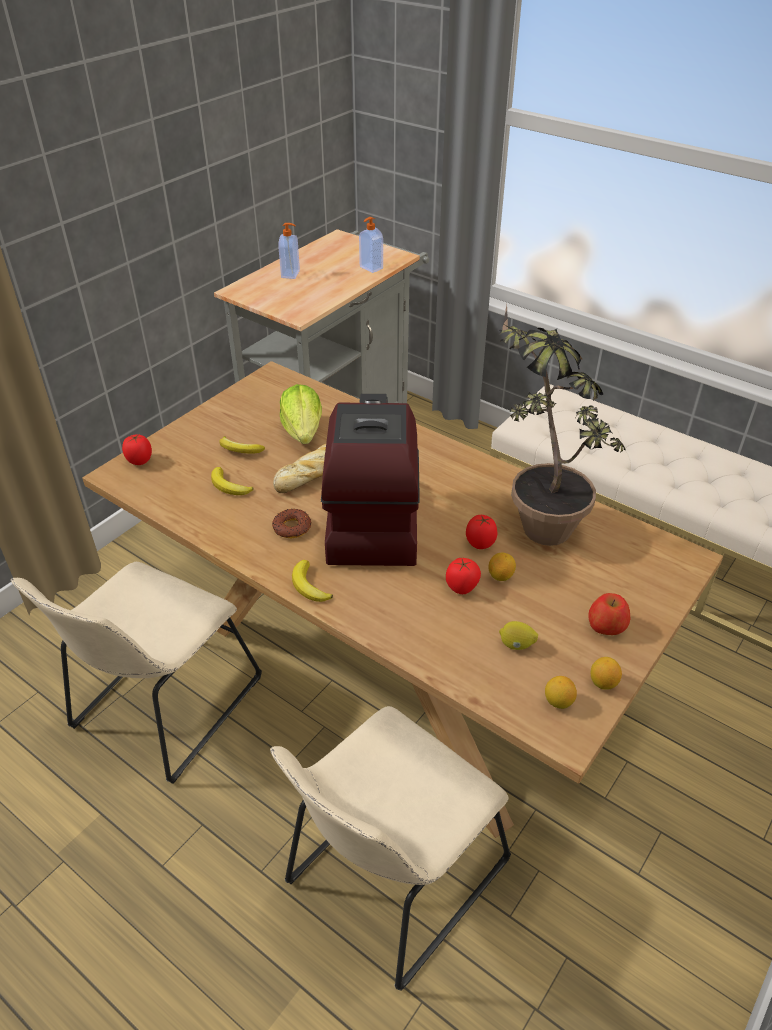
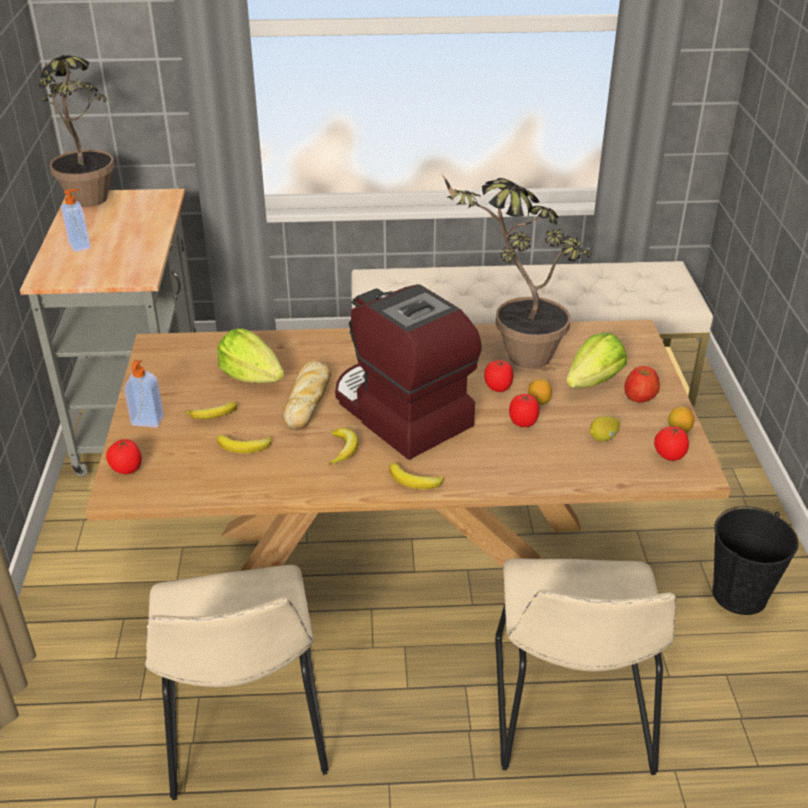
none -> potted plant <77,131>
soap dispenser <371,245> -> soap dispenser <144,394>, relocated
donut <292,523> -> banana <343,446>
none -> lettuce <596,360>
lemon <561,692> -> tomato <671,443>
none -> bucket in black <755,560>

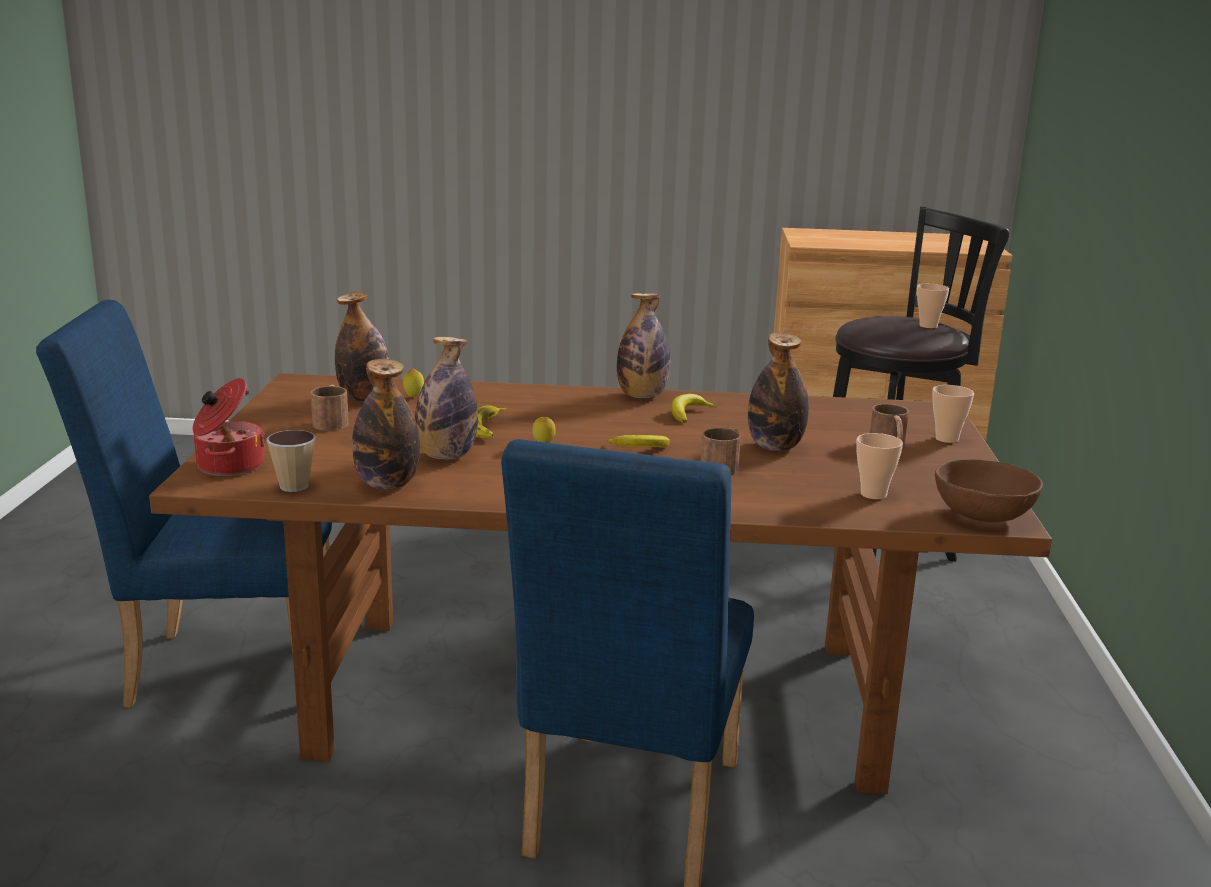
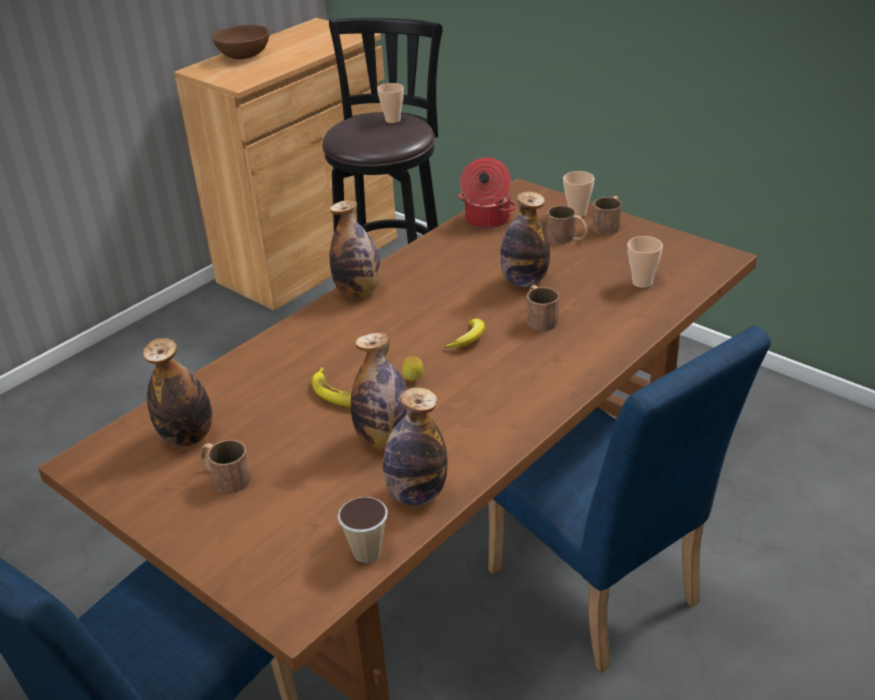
bowl in brown <989,490> -> bowl in brown <241,42>, relocated
cooking pot <229,427> -> cooking pot <487,193>, relocated
none -> mug in brown <607,215>
lemon <413,382> -> none
banana <694,408> -> none

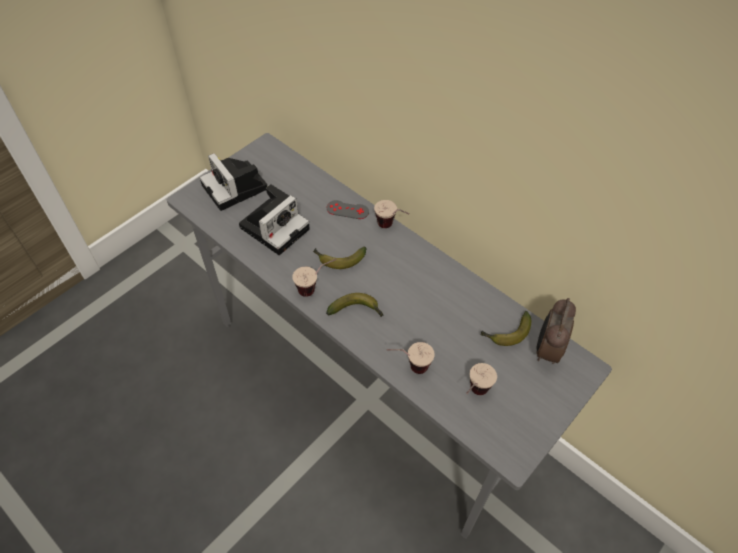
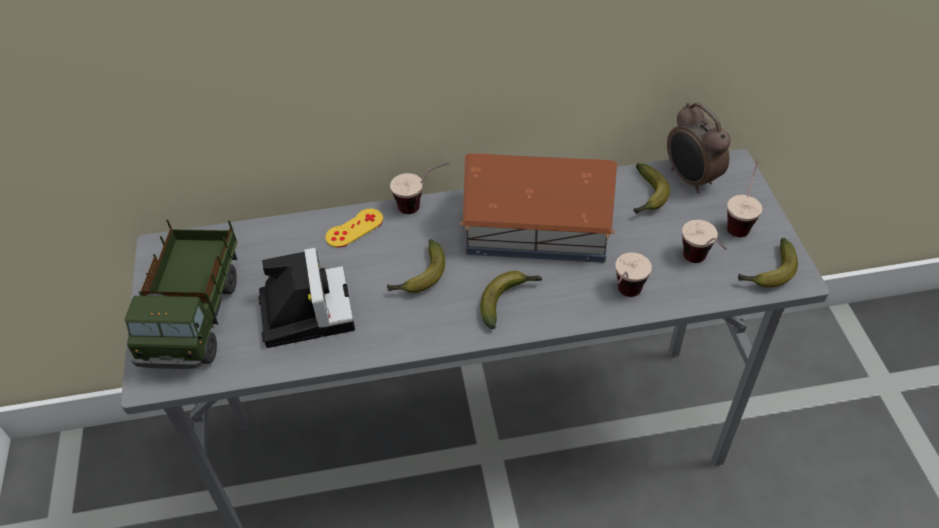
photo camera <234,182> -> toy truck <181,294>
game controller in grey <347,209> -> game controller in yellow <354,228>
none -> toy house <538,208>
cup <314,278> -> cup <744,198>, relocated
none -> banana <768,263>

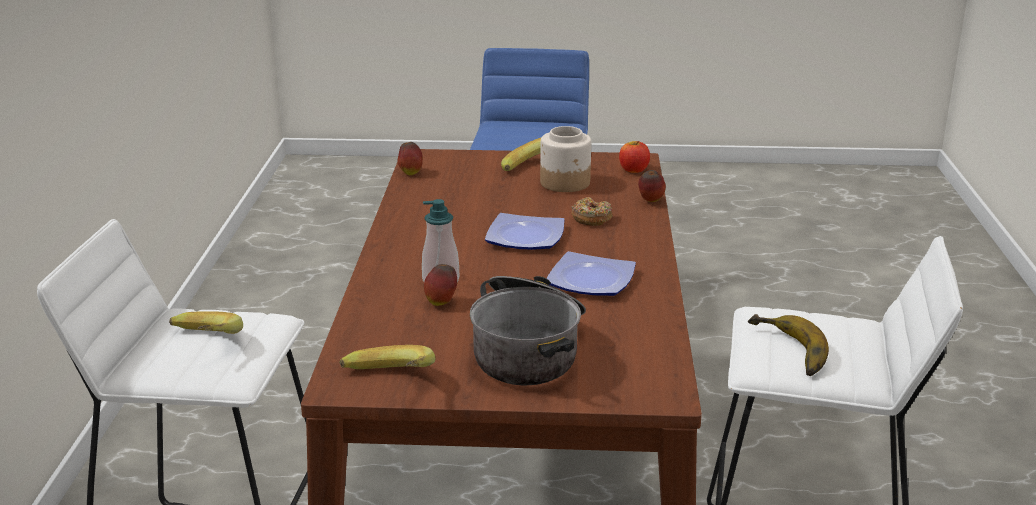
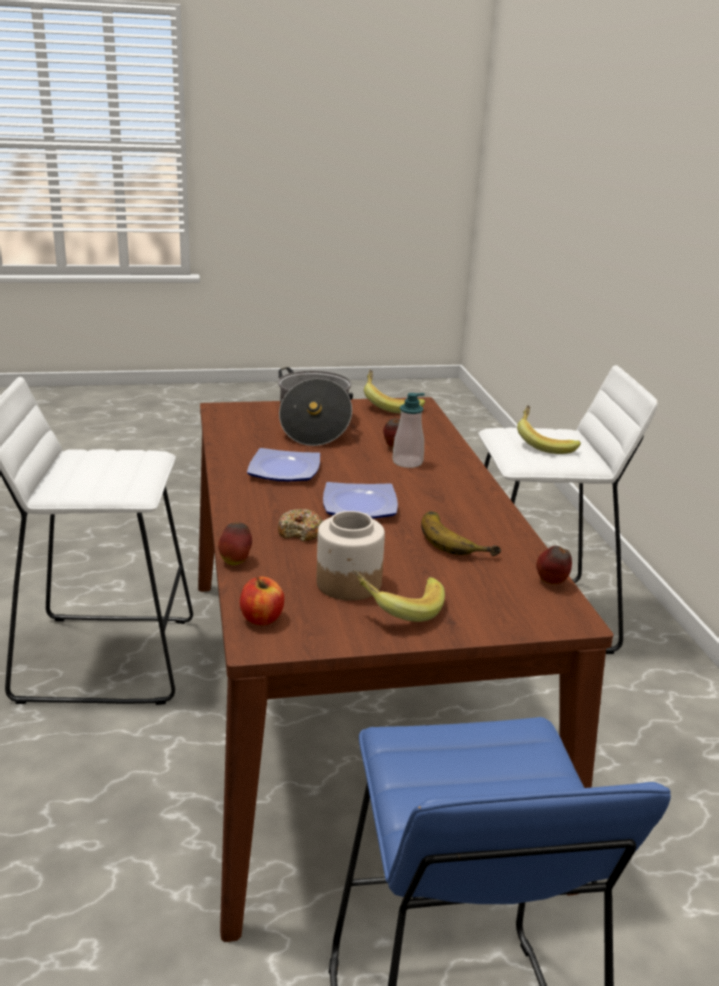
banana <788,345> -> banana <461,533>, relocated

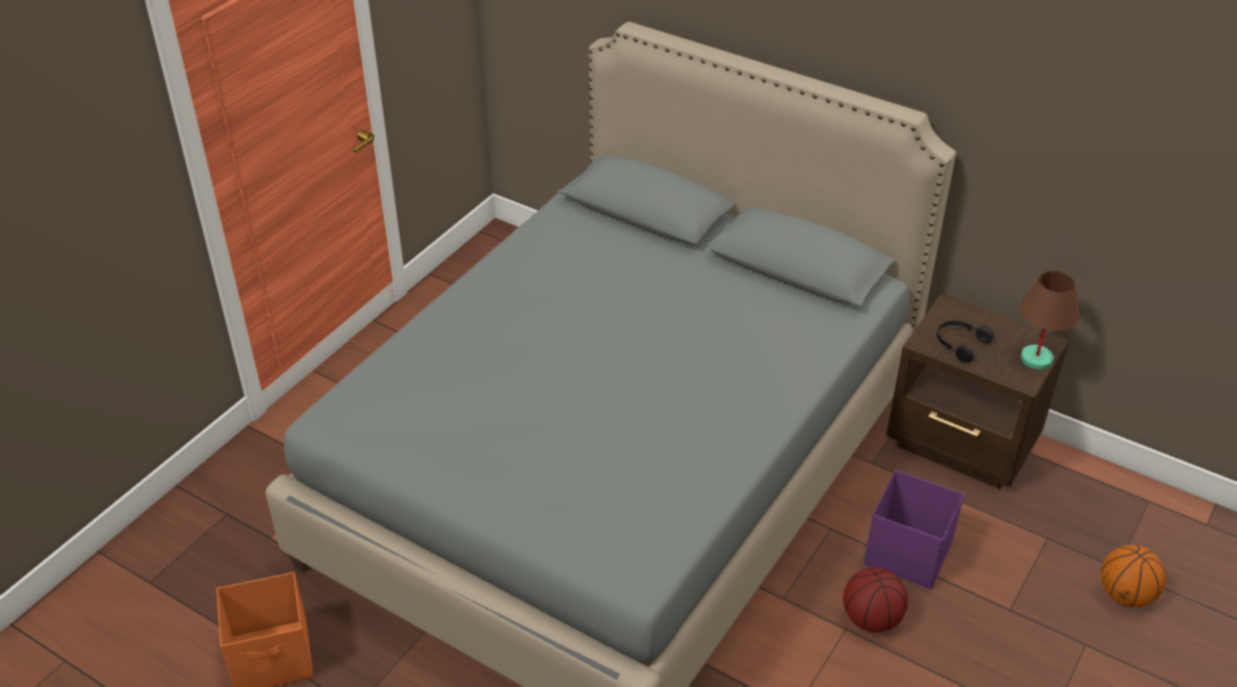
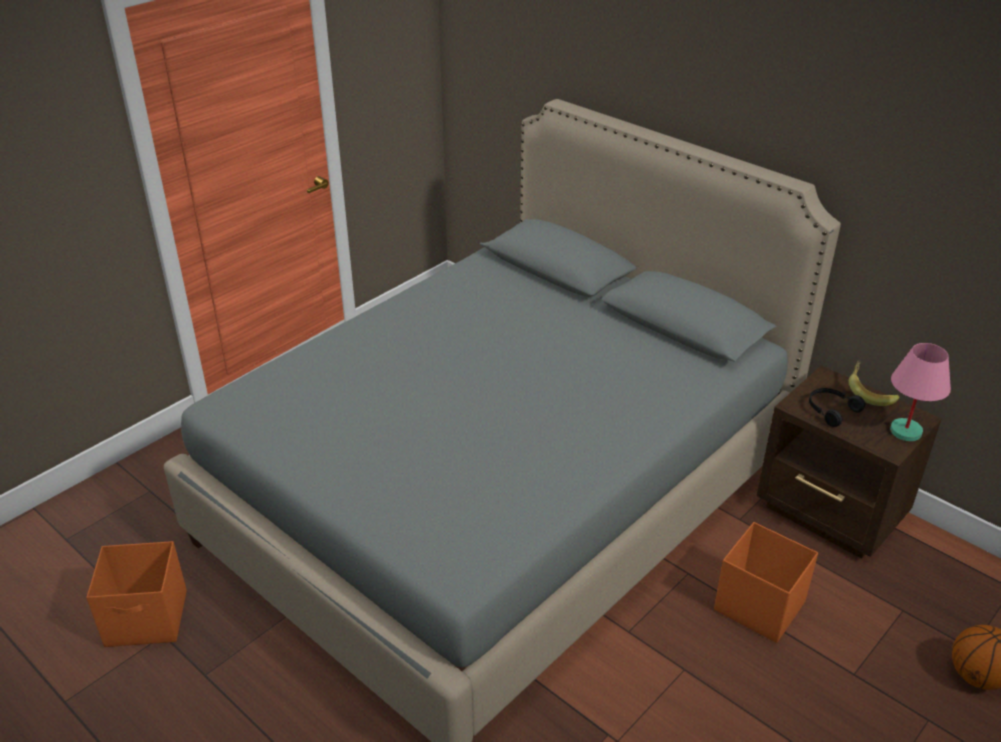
storage box in purple <914,529> -> storage box in orange <766,582>
none -> banana <874,383>
table lamp in brown <1049,320> -> table lamp in pink <920,392>
basketball <875,599> -> none

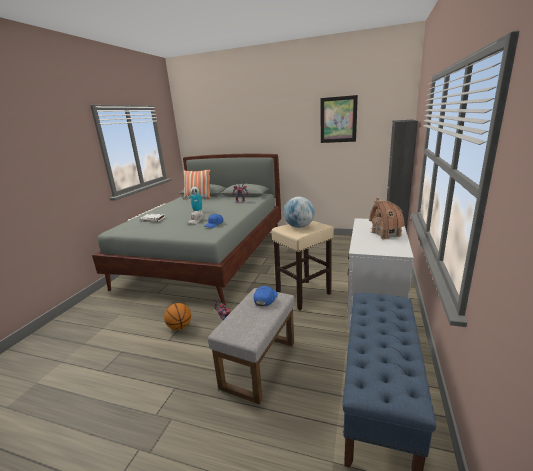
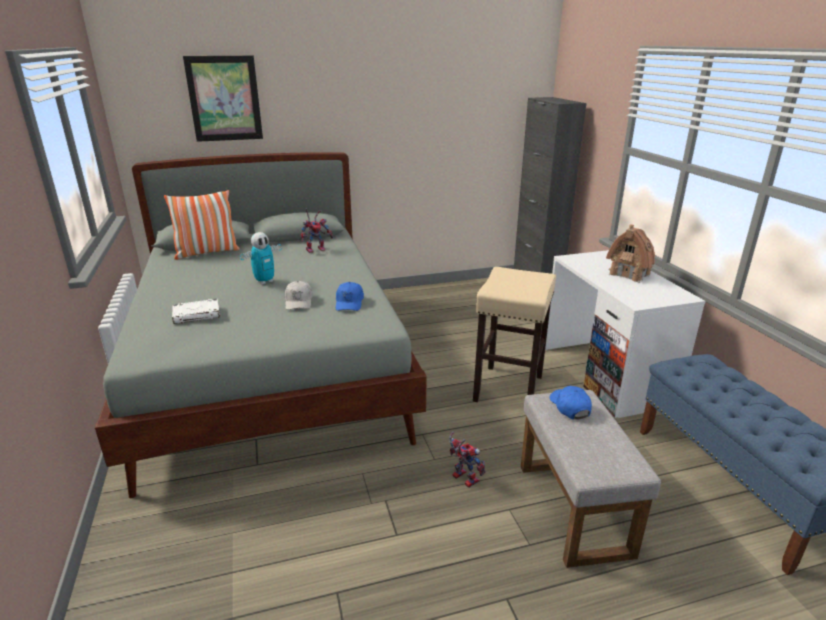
picture <339,119> -> picture <223,99>, relocated
basketball <177,316> -> none
globe <299,212> -> none

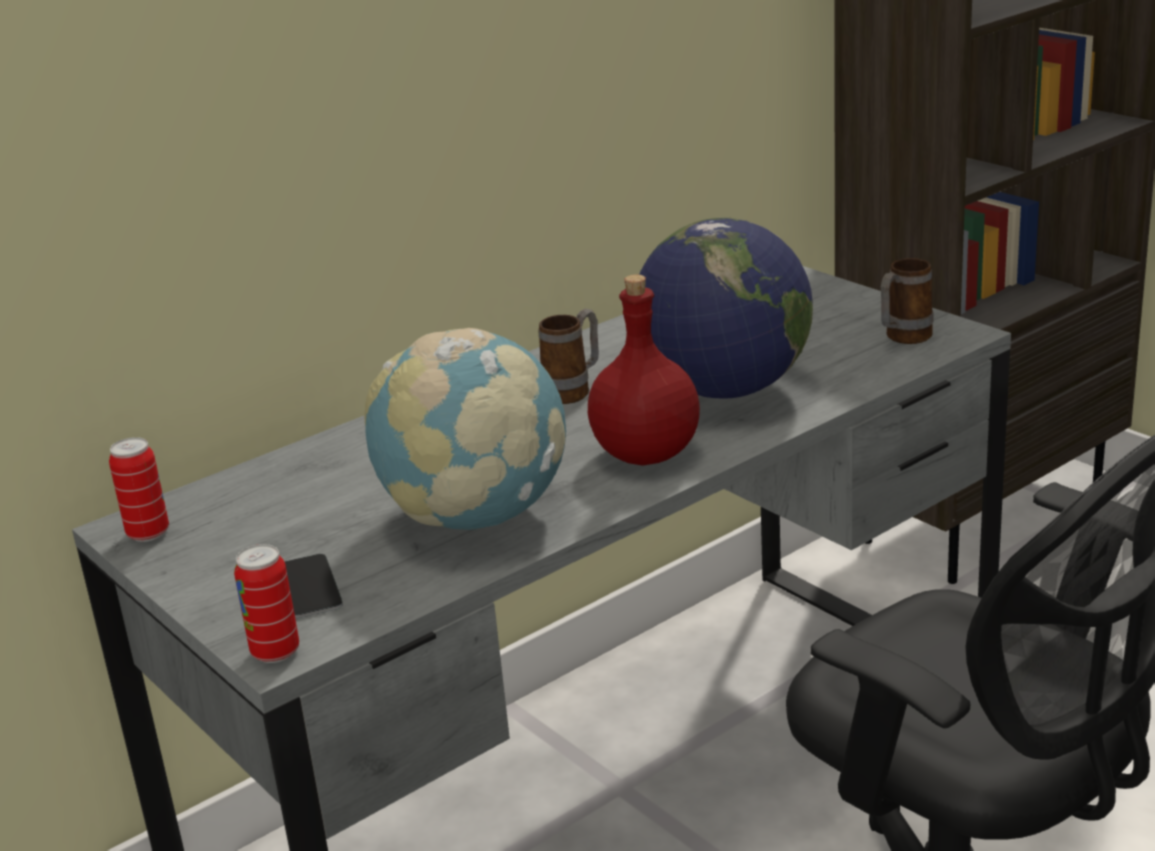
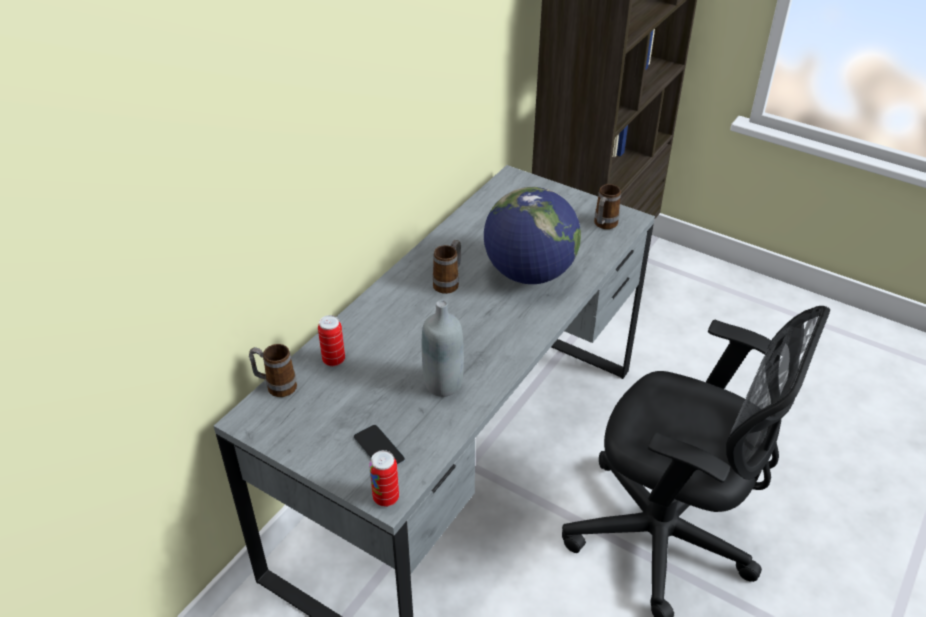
none -> mug <273,370>
can <139,489> -> can <331,341>, relocated
globe <465,429> -> bottle in grey <443,348>
bottle in red <644,370> -> none

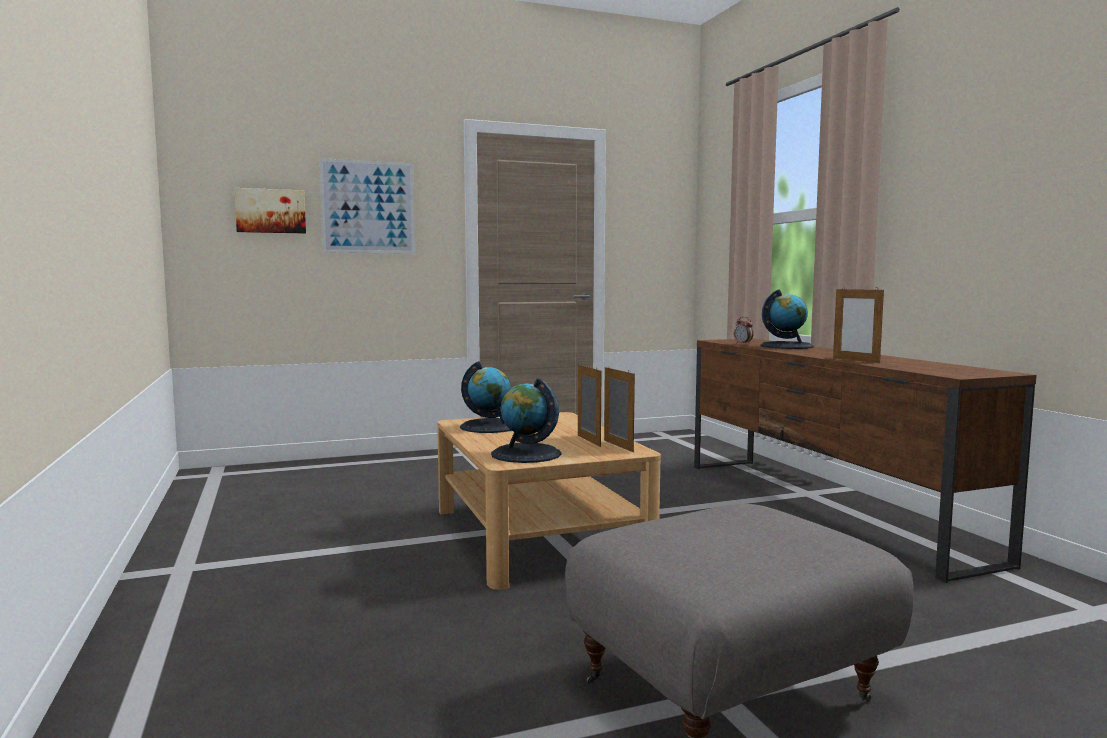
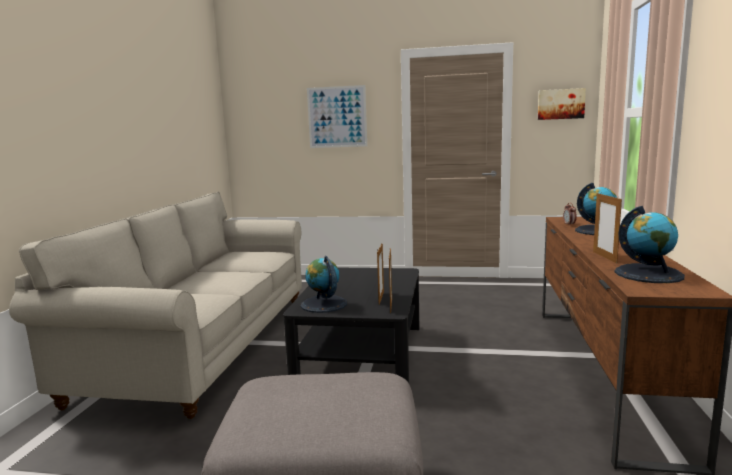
none -> sofa in beige <155,305>
coffee table in beige <549,501> -> coffee table in black <351,325>
picture <270,211> -> picture <562,104>, relocated
globe <486,397> -> globe <650,244>, relocated

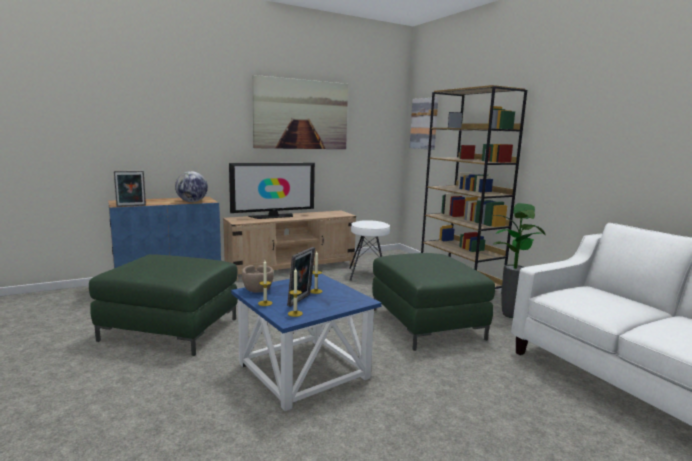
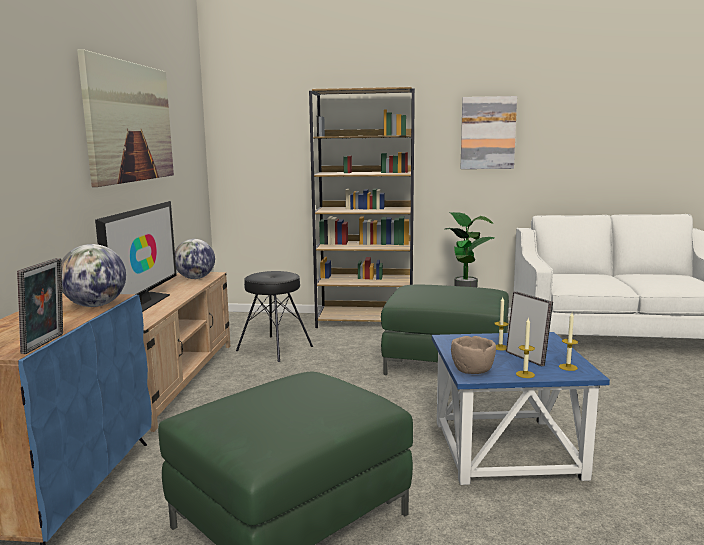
none -> globe <195,259>
stool in white <369,250> -> stool in black <274,316>
picture <424,123> -> picture <488,132>, relocated

